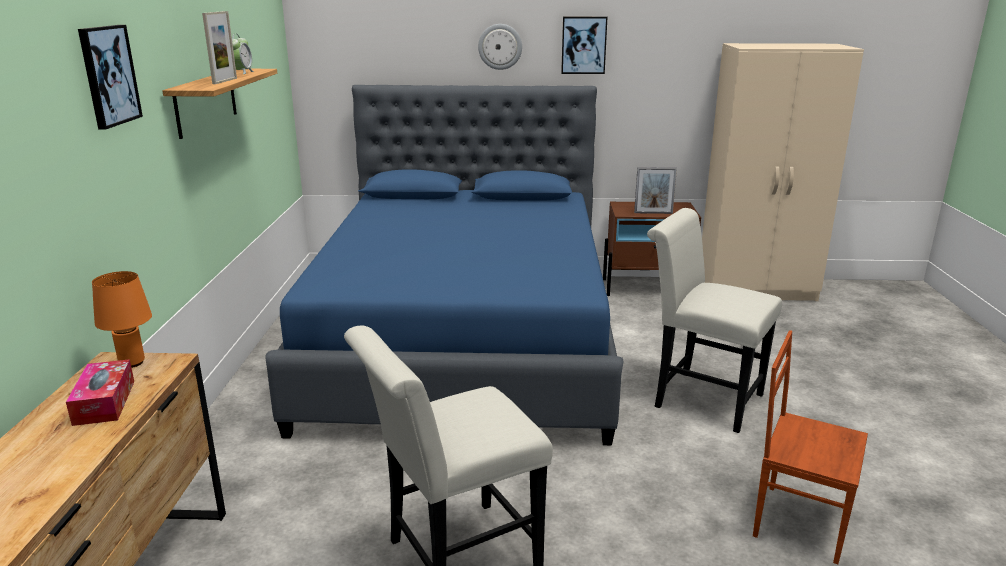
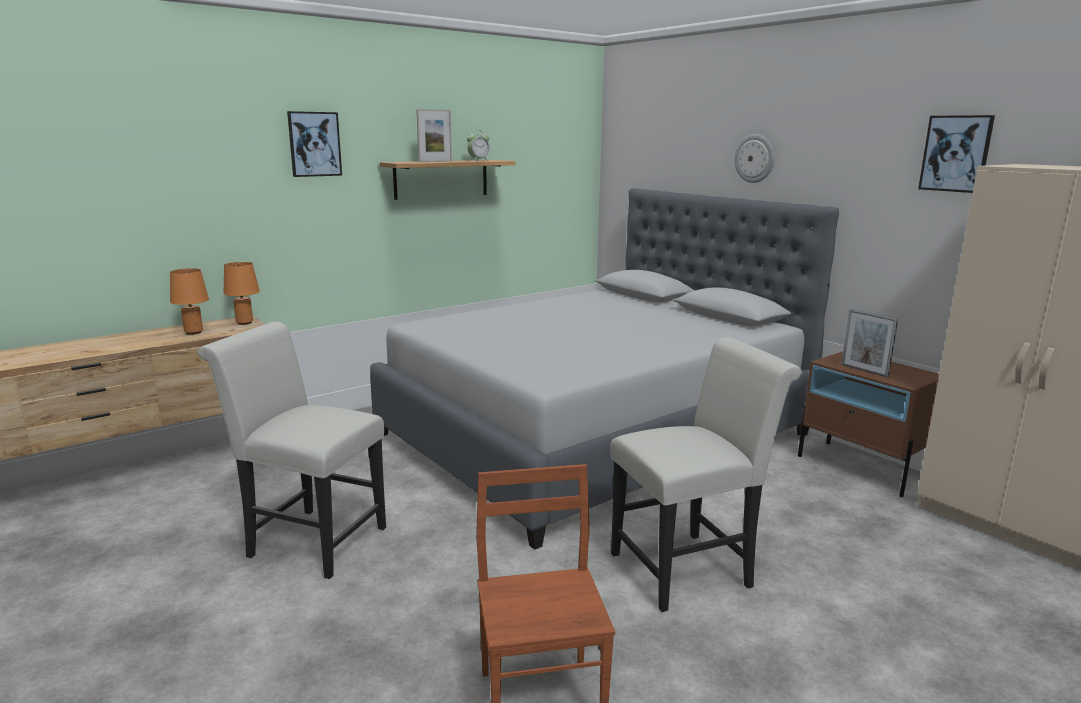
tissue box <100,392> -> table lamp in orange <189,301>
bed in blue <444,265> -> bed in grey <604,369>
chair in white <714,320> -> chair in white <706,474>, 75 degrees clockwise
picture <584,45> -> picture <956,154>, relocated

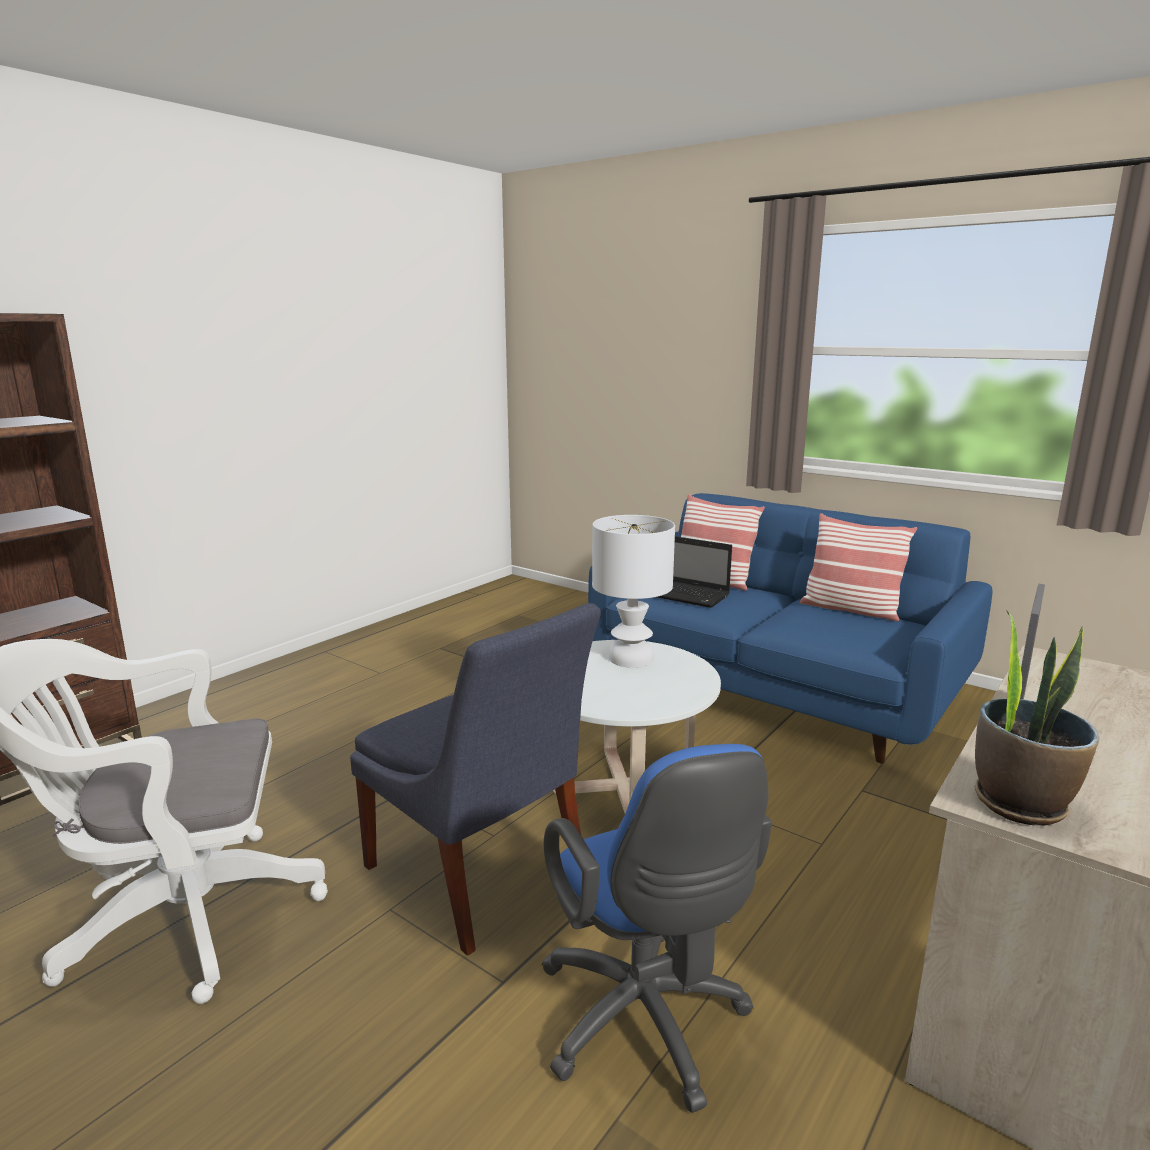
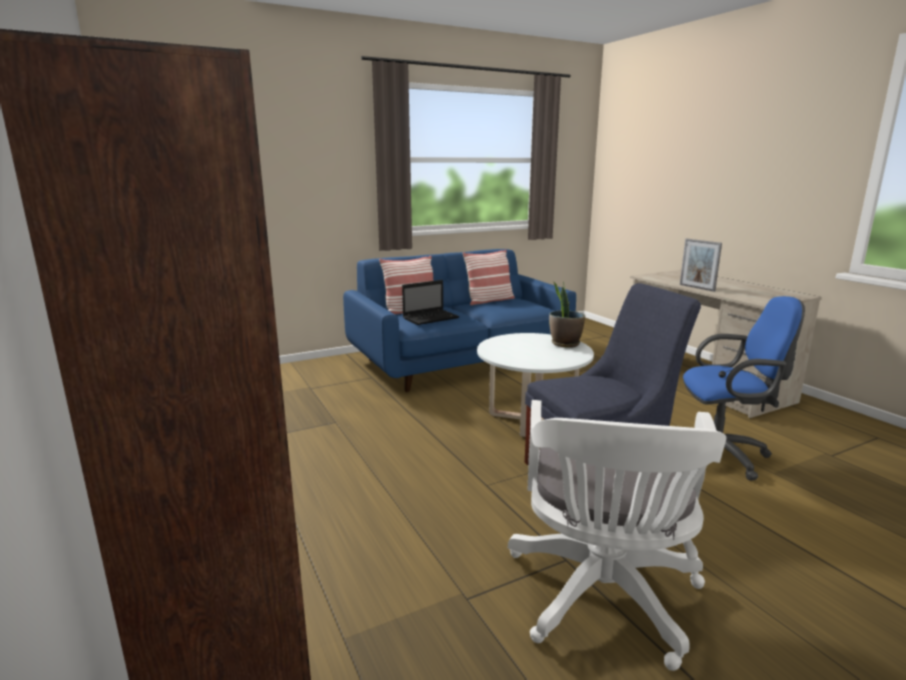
potted plant <1037,718> -> potted plant <567,314>, relocated
table lamp in white <633,591> -> none

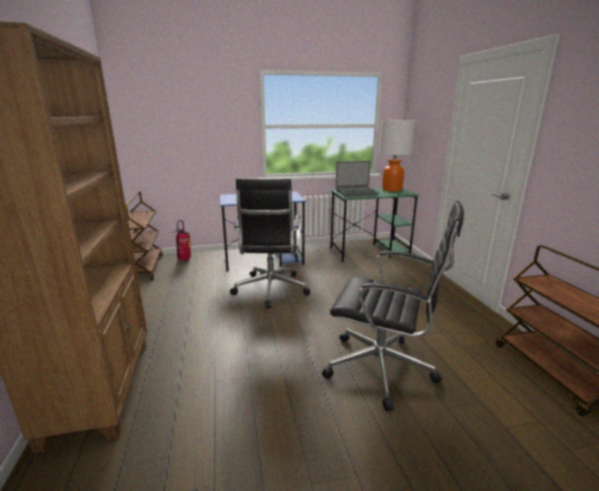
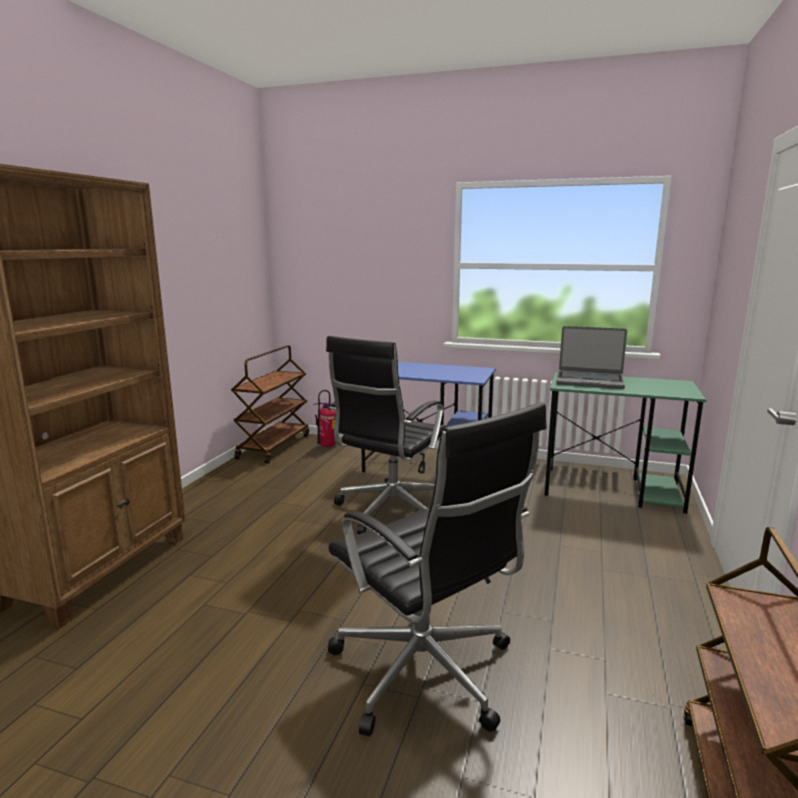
table lamp <397,155> -> none

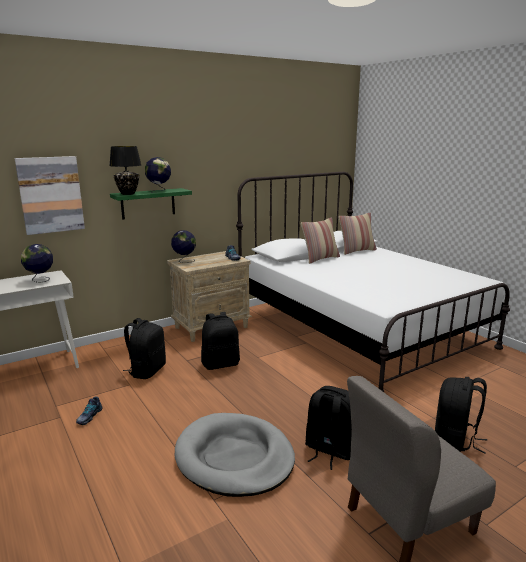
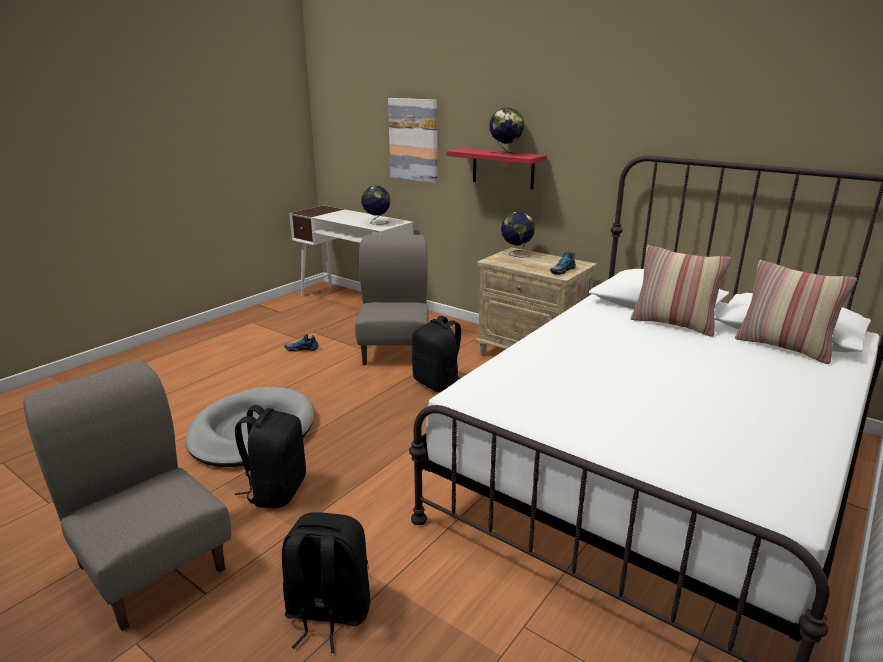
backpack in black <144,348> -> chair in grey <392,300>
shelf in green <151,204> -> shelf in red <496,168>
table lamp in black <125,170> -> none

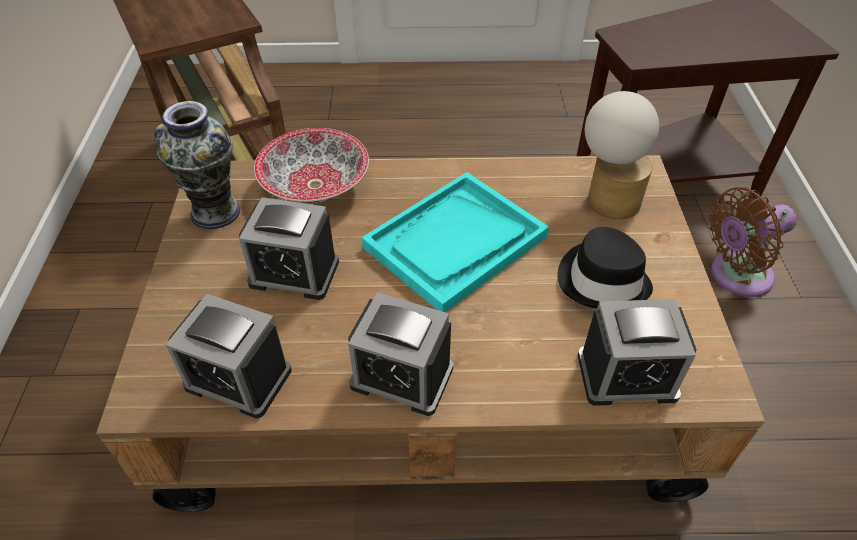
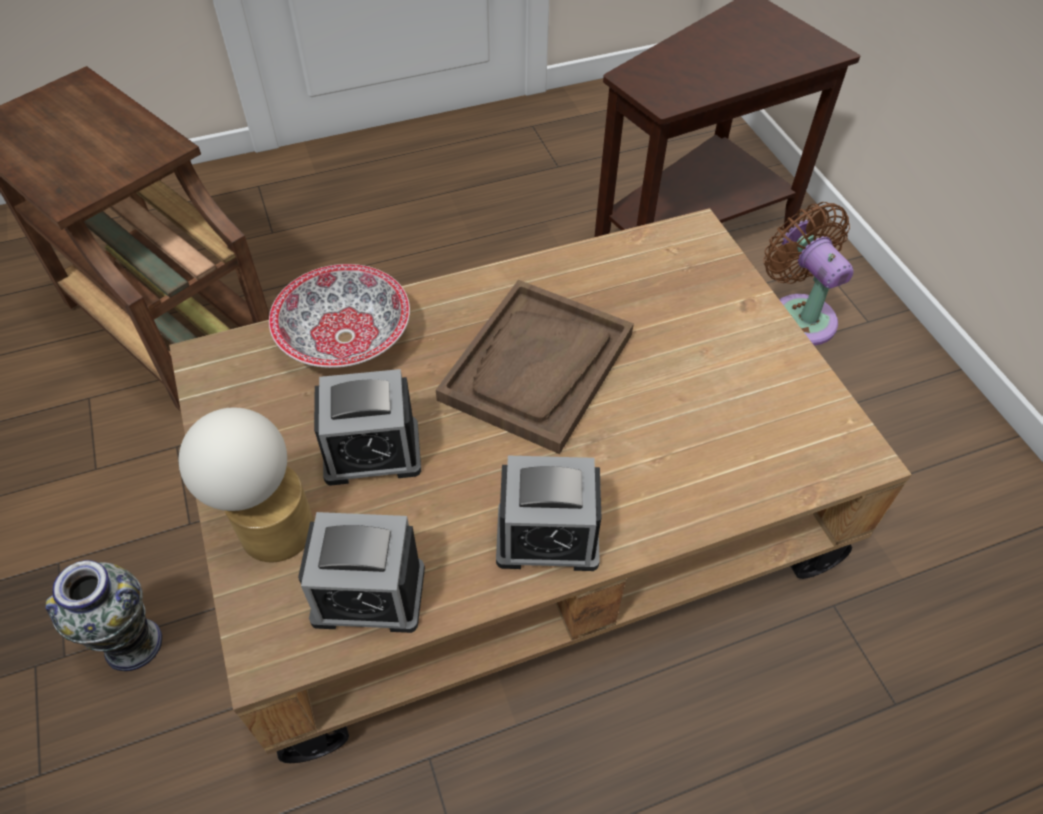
vase <197,165> -> vase <104,615>, relocated
table lamp <622,155> -> table lamp <246,485>, relocated
tray in turquoise <455,242> -> tray in brown <535,367>
fan in brown <753,242> -> fan in brown <808,273>, 105 degrees clockwise
hat in black <605,268> -> none
alarm clock <636,352> -> none

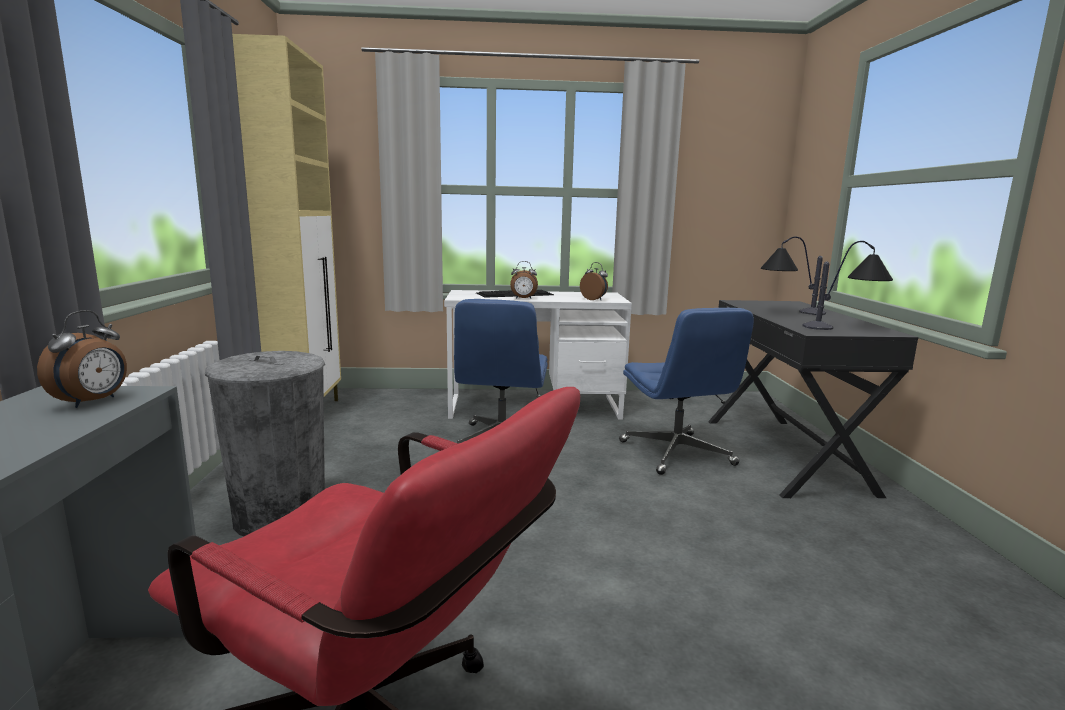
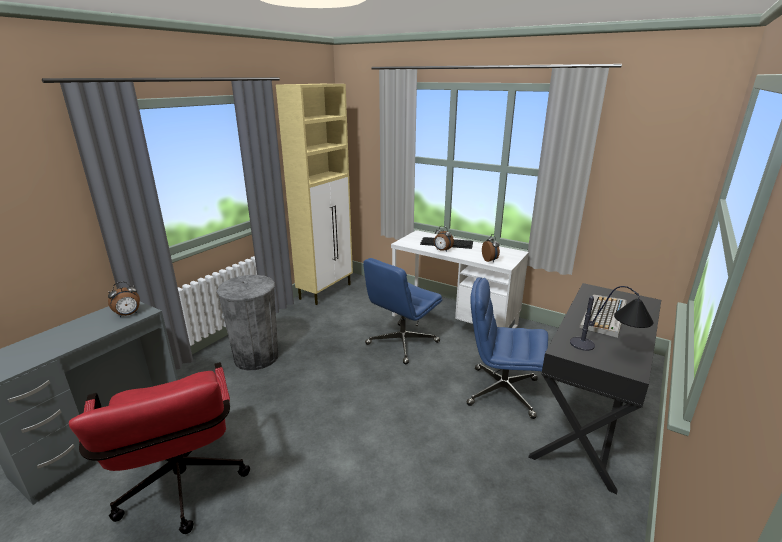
office chair in blue <686,391> -> office chair in blue <507,348>, 90 degrees clockwise
table lamp <793,276> -> keyboard <603,316>

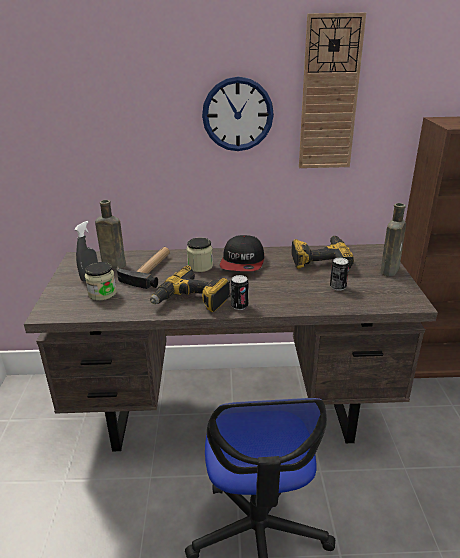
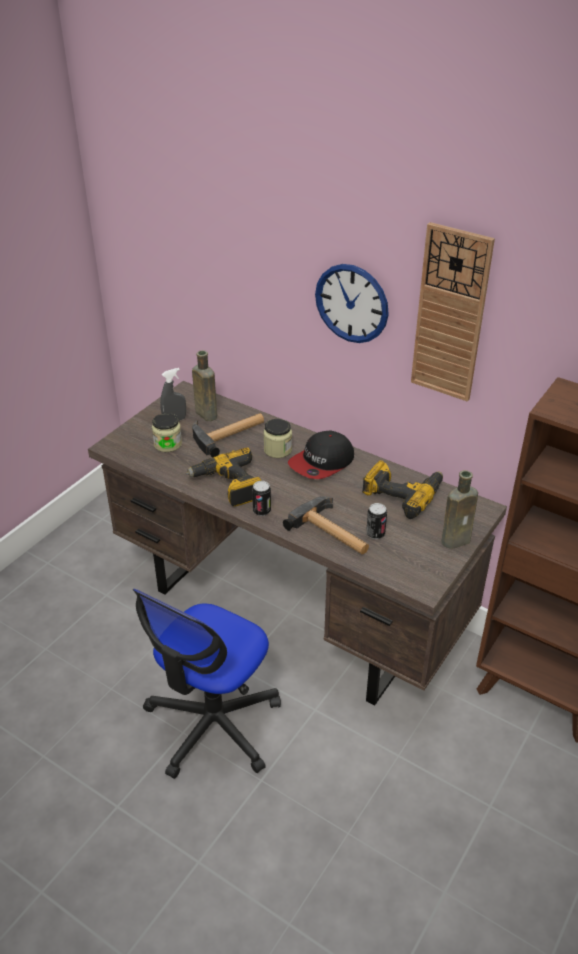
none -> hammer <326,525>

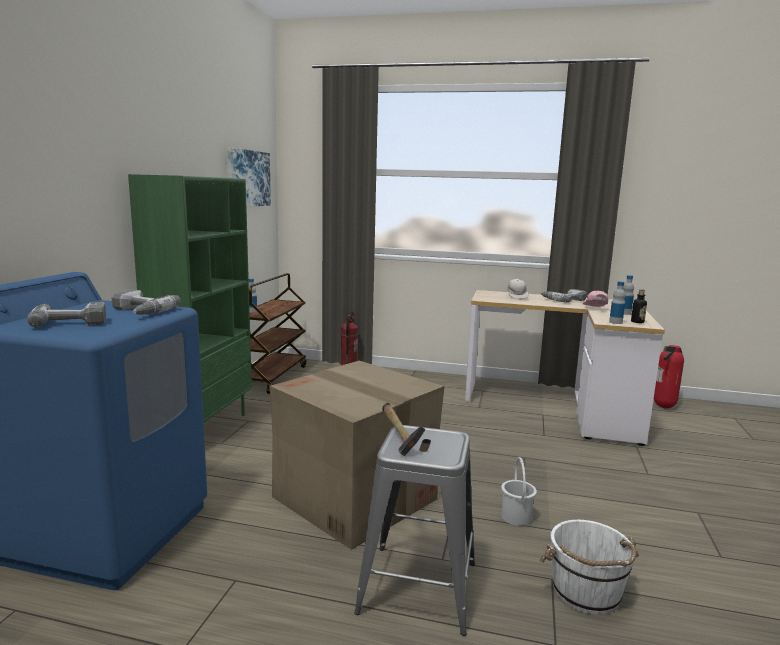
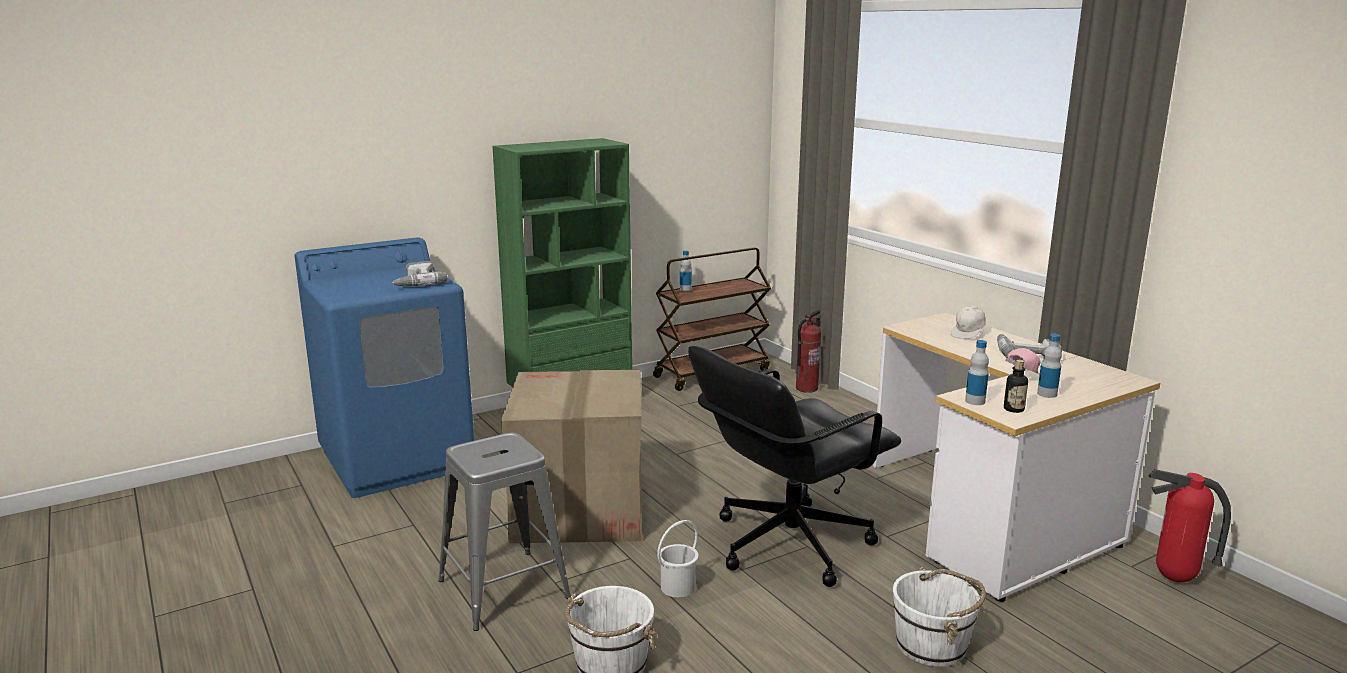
none -> office chair in black <794,466>
none -> bucket in white <939,617>
power drill <66,314> -> none
picture <248,177> -> none
hammer <403,429> -> none

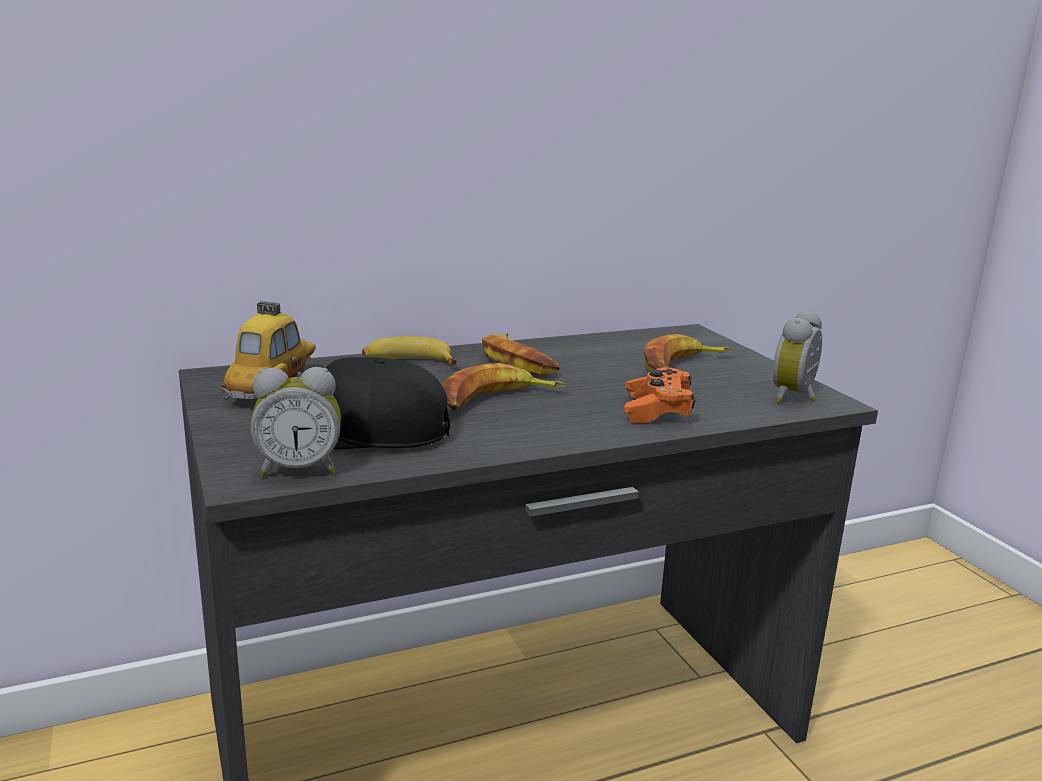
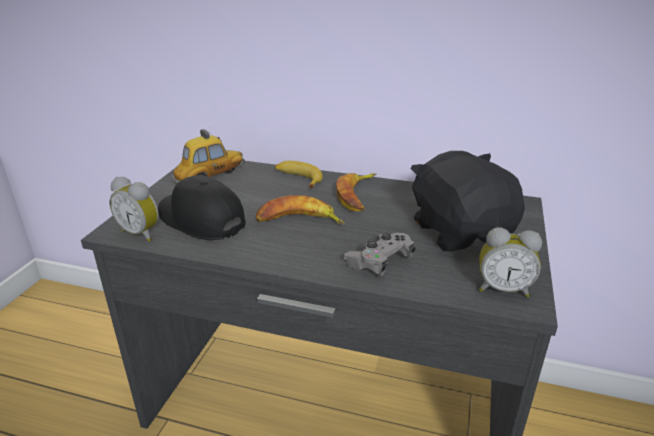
game controller in orange <659,395> -> game controller in grey <379,254>
banana <688,353> -> plush toy in black <467,201>
alarm clock <797,356> -> alarm clock <510,262>, 150 degrees counterclockwise

